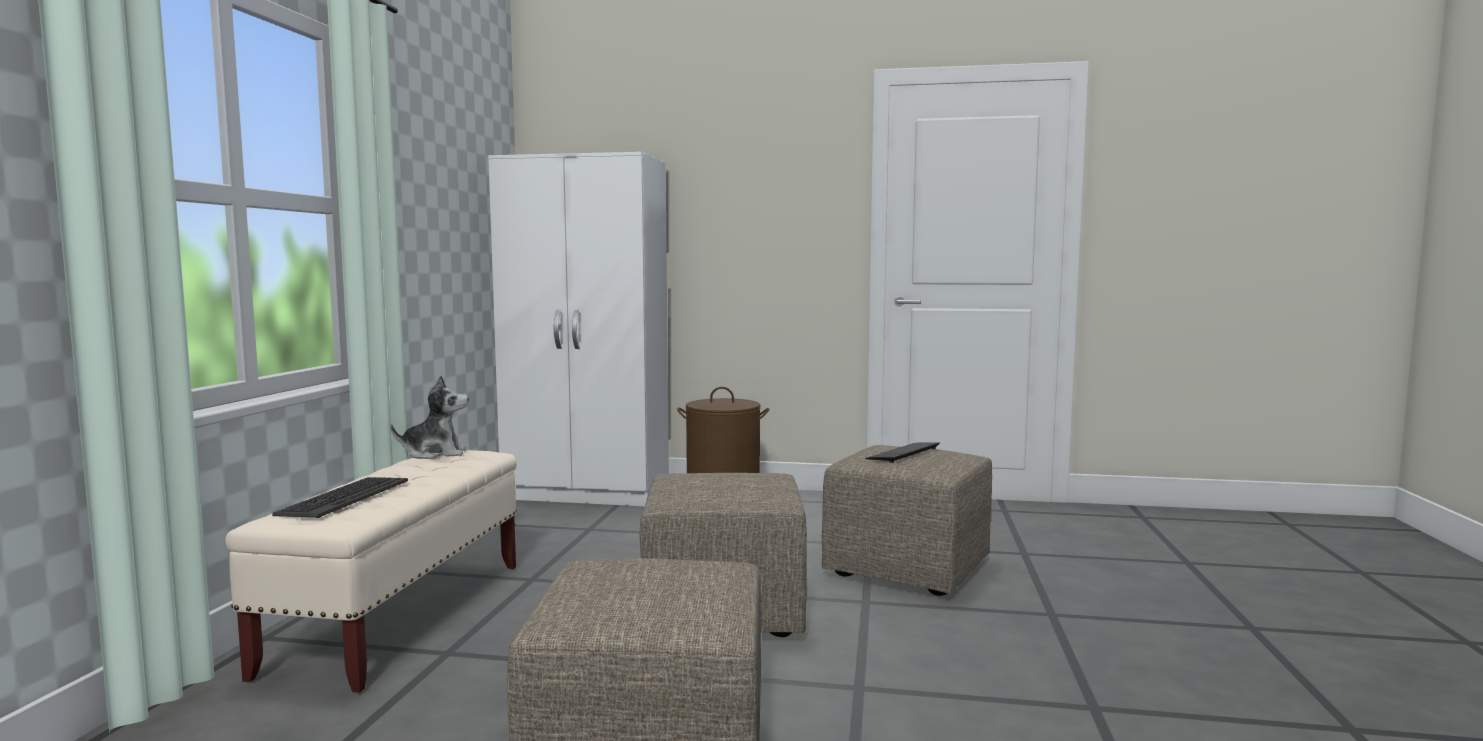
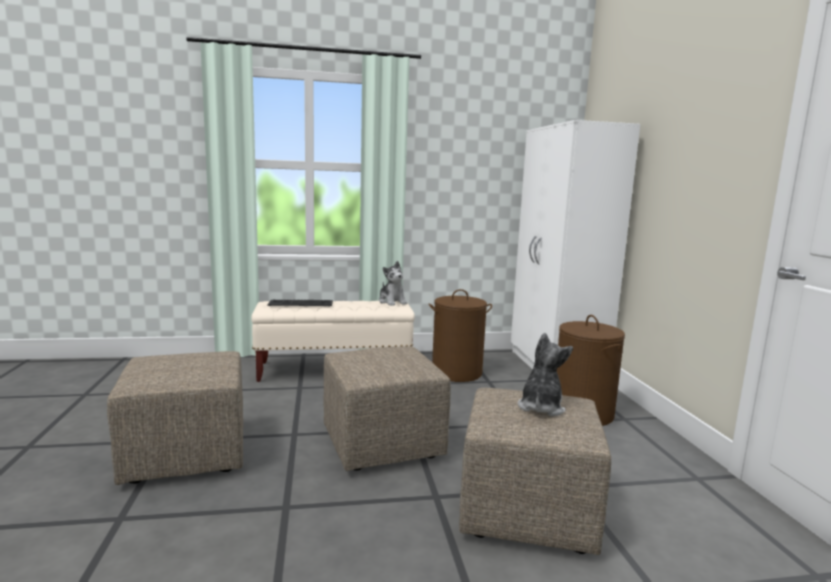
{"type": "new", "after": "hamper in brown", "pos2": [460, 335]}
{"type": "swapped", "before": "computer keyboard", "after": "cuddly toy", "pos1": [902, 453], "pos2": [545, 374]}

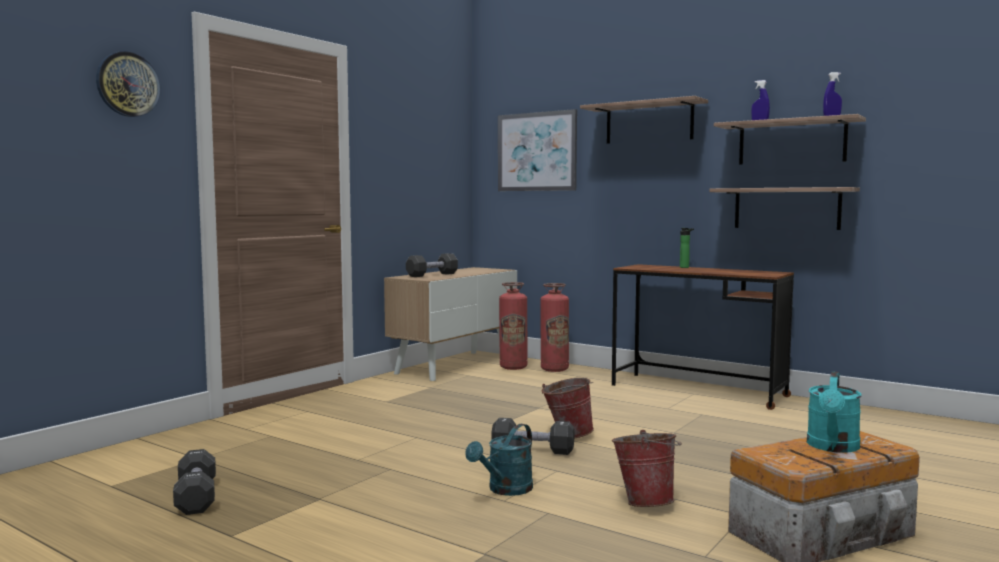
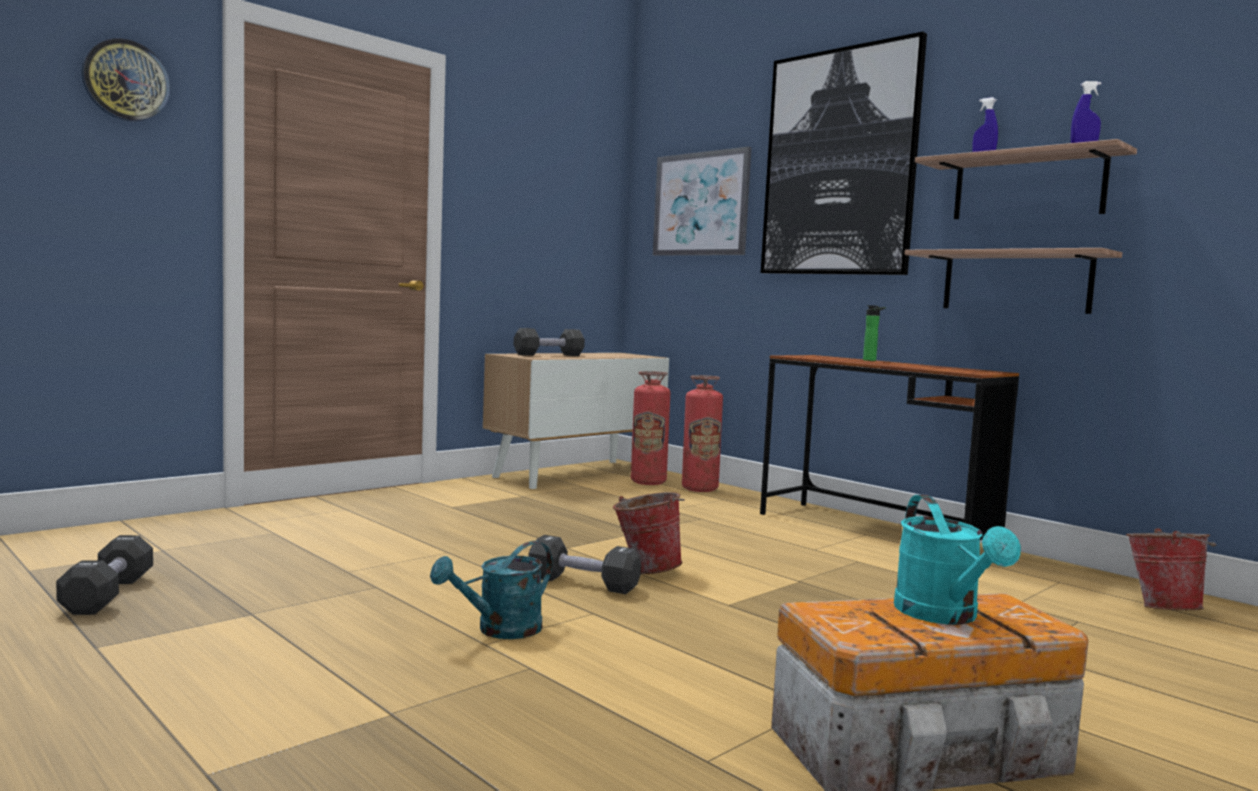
{"type": "swapped", "before": "shelf", "after": "picture", "pos1": [644, 120], "pos2": [844, 153]}
{"type": "rotated", "before": "sprinkling can in turquoise", "pos1": [834, 412], "pos2": [957, 560], "turn": -45}
{"type": "shifted", "before": "pail", "pos1": [647, 468], "pos2": [1171, 569]}

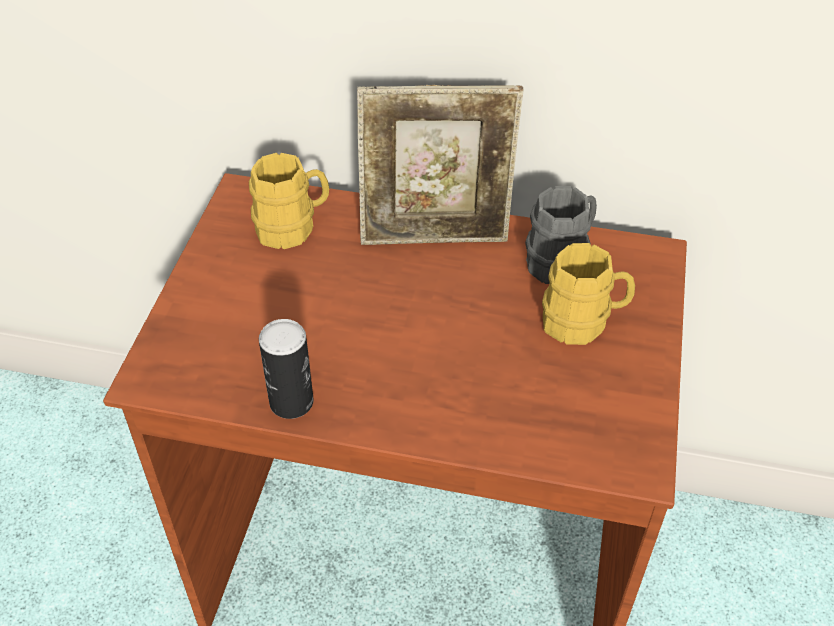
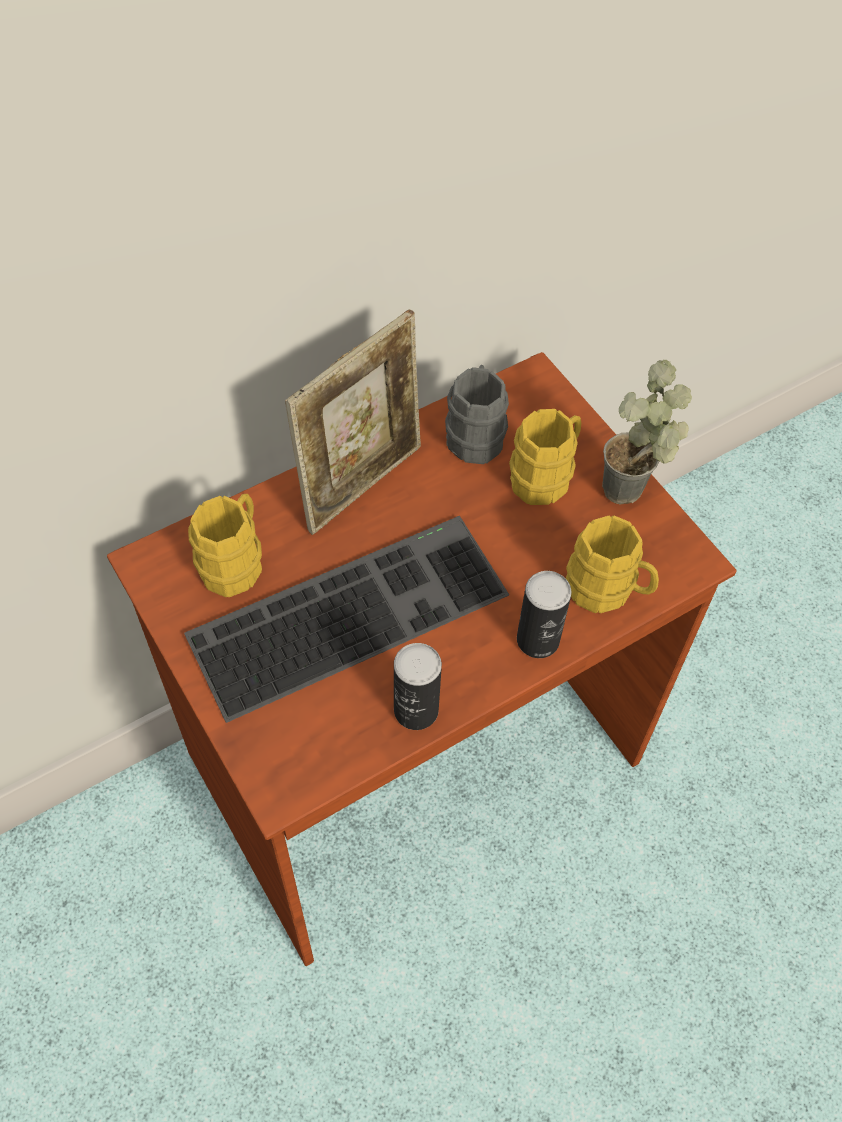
{"type": "new", "after": "computer keyboard", "pos2": [346, 619]}
{"type": "new", "after": "sealed can", "pos2": [544, 614]}
{"type": "new", "after": "coffee mug in yellowish", "pos2": [612, 564]}
{"type": "new", "after": "houseplant", "pos2": [647, 432]}

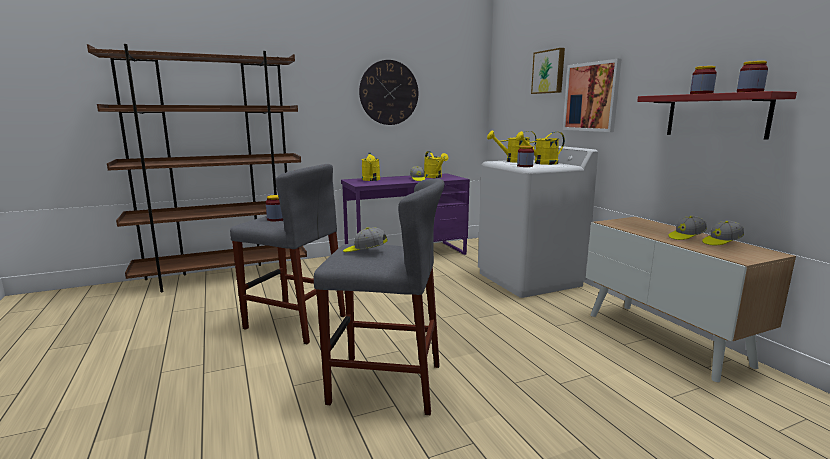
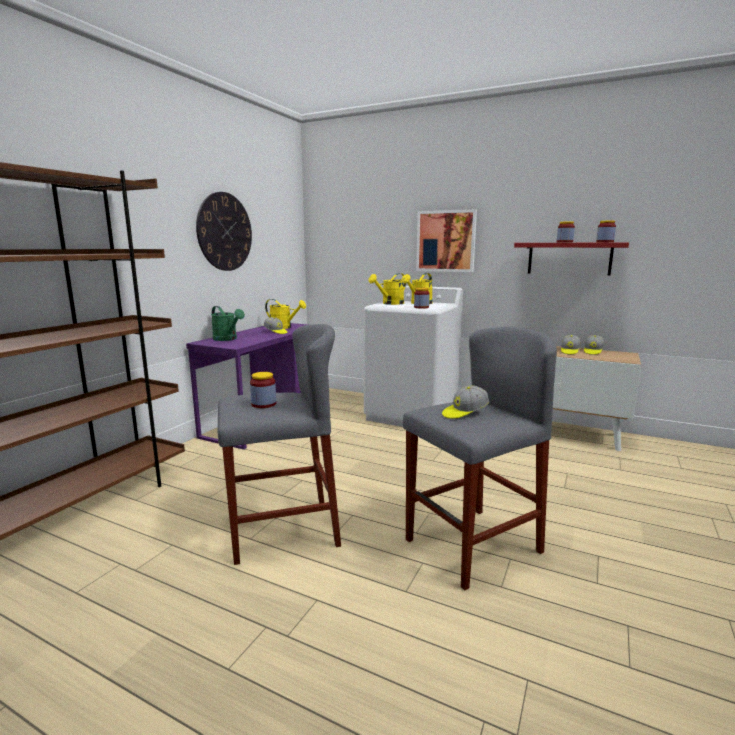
{"type": "repainted", "before": "sprinkling can in yellowish", "after": "sprinkling can in green", "pos1": [370, 167], "pos2": [228, 323]}
{"type": "gone", "before": "picture", "pos1": [548, 71]}

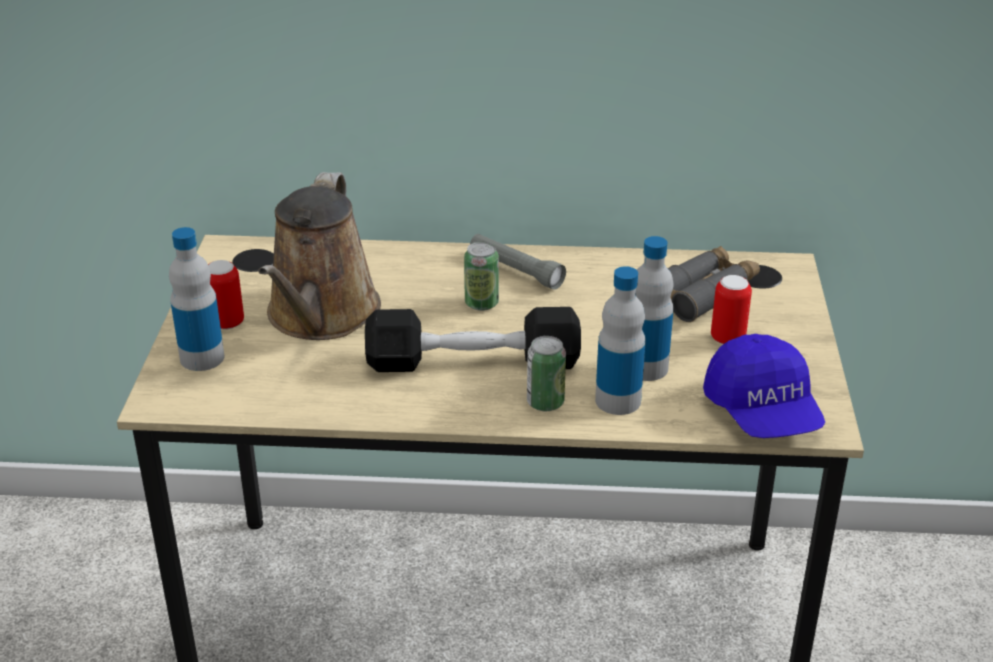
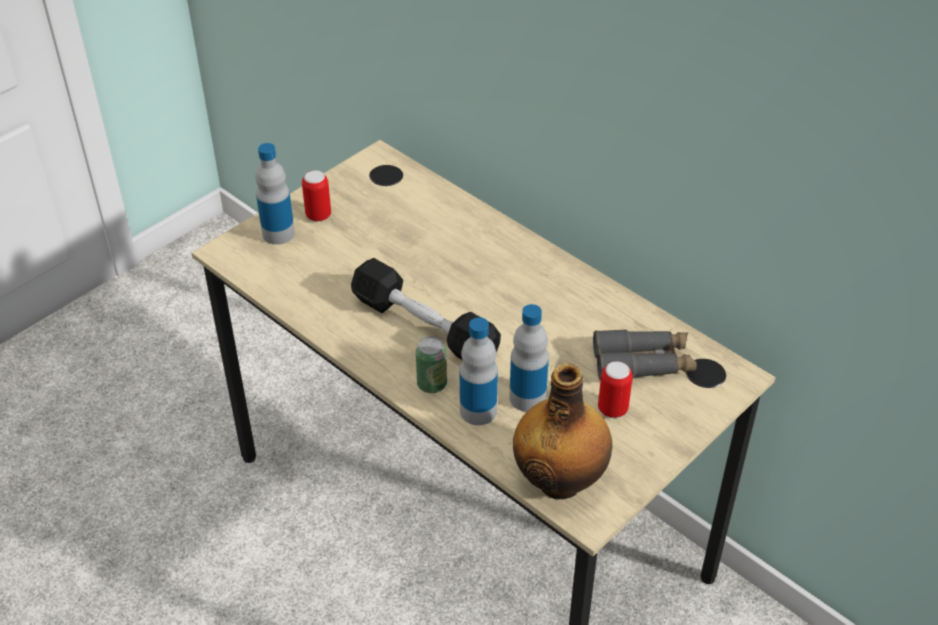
{"type": "swapped", "before": "peaked cap in blue-coloured", "after": "drink bottle", "pos1": [764, 386], "pos2": [562, 431]}
{"type": "gone", "before": "sprinkling can in brown", "pos1": [319, 256]}
{"type": "gone", "before": "sealed can", "pos1": [481, 276]}
{"type": "gone", "before": "flashlight in gray", "pos1": [518, 262]}

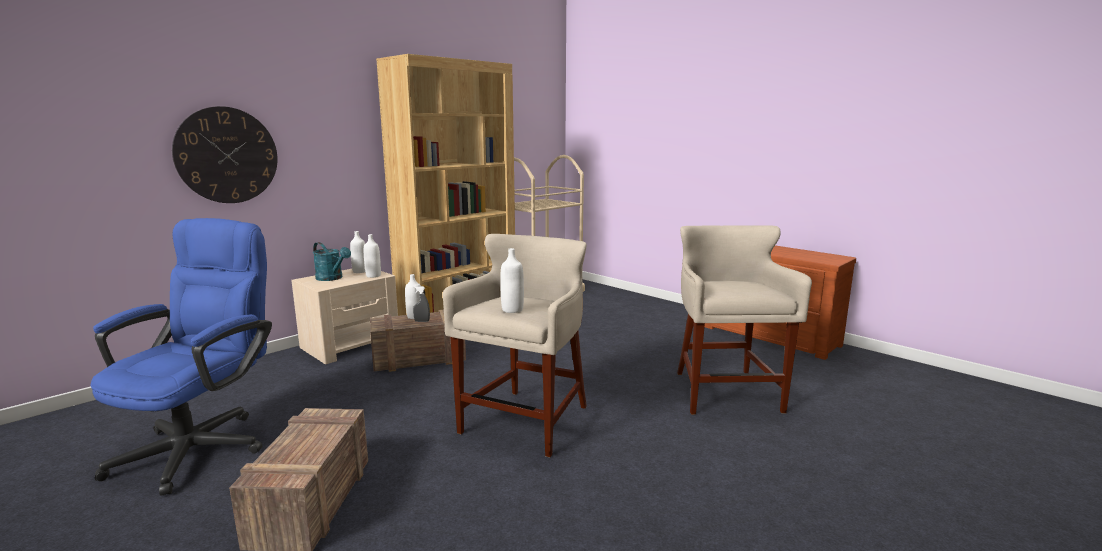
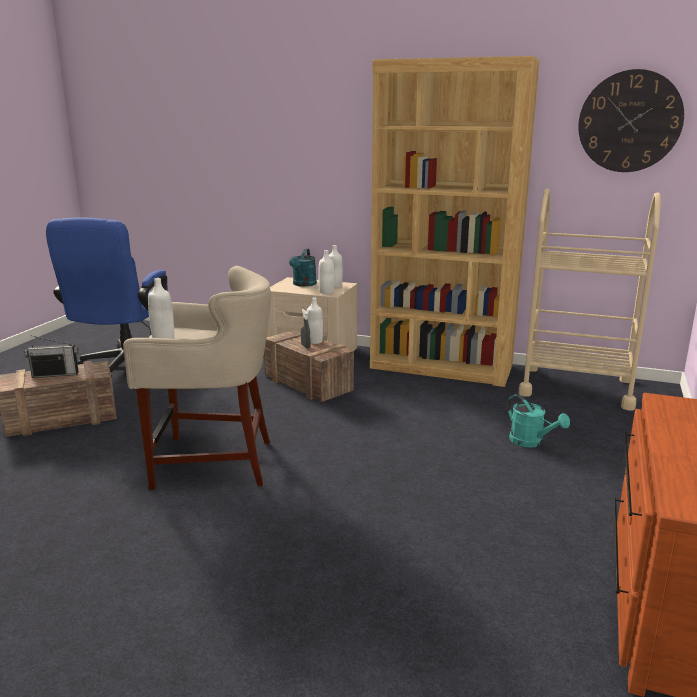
{"type": "new", "after": "radio receiver", "pos2": [51, 356]}
{"type": "rotated", "before": "office chair in blue-coloured", "pos1": [181, 356], "pos2": [107, 297], "turn": 105}
{"type": "new", "after": "sprinkling can in turquoise", "pos2": [538, 421]}
{"type": "shifted", "before": "wall clock", "pos1": [225, 154], "pos2": [631, 120]}
{"type": "gone", "before": "stool in beige", "pos1": [744, 320]}

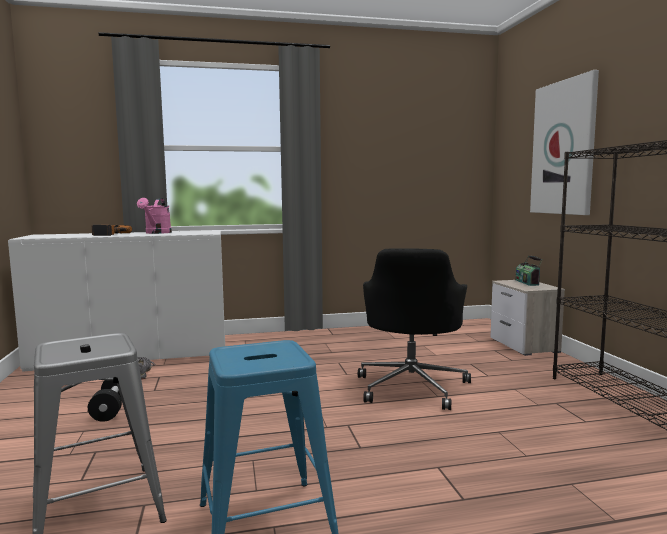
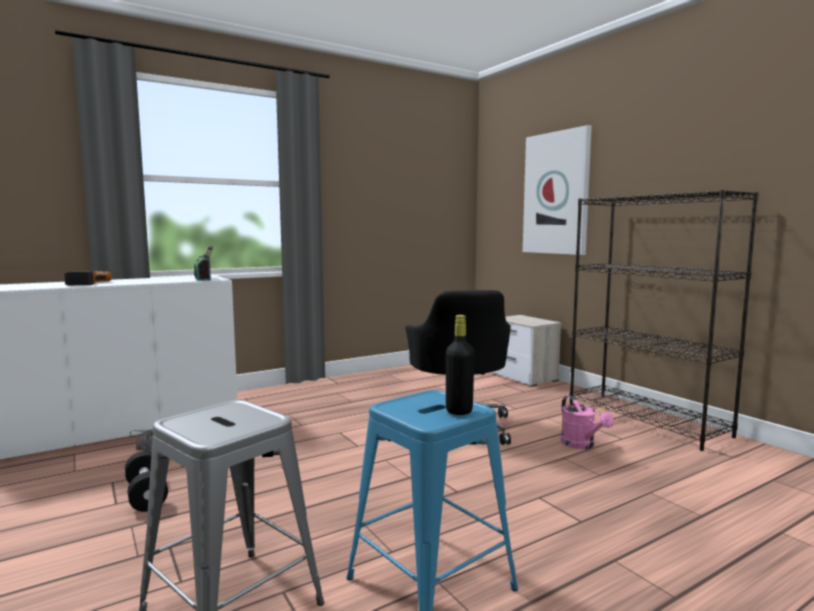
{"type": "shifted", "before": "radio receiver", "pos1": [529, 270], "pos2": [203, 263]}
{"type": "new", "after": "drink bottle in black", "pos2": [460, 365]}
{"type": "shifted", "before": "sprinkling can in pink", "pos1": [154, 216], "pos2": [587, 422]}

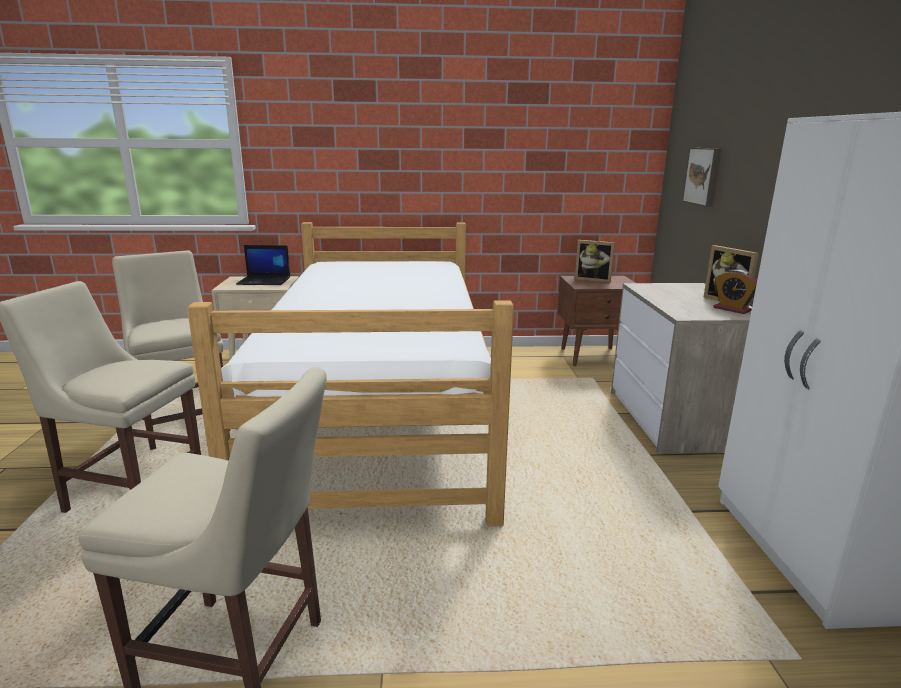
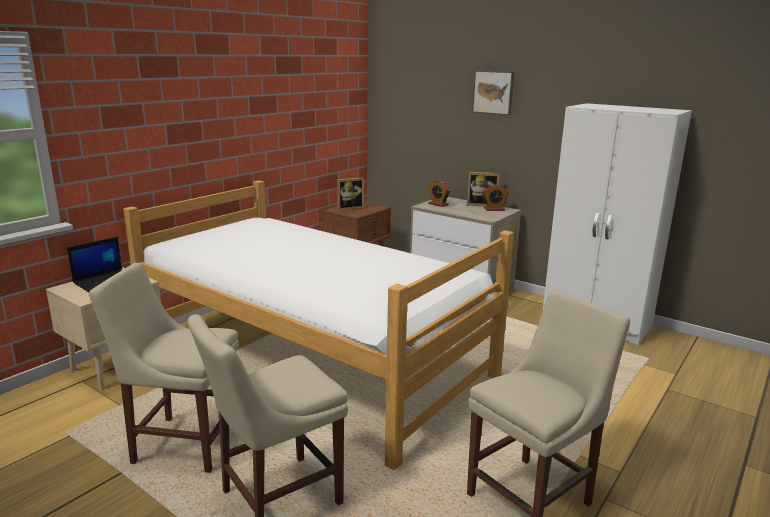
{"type": "new", "after": "table clock", "pos2": [439, 194]}
{"type": "shifted", "before": "picture", "pos1": [702, 177], "pos2": [493, 93]}

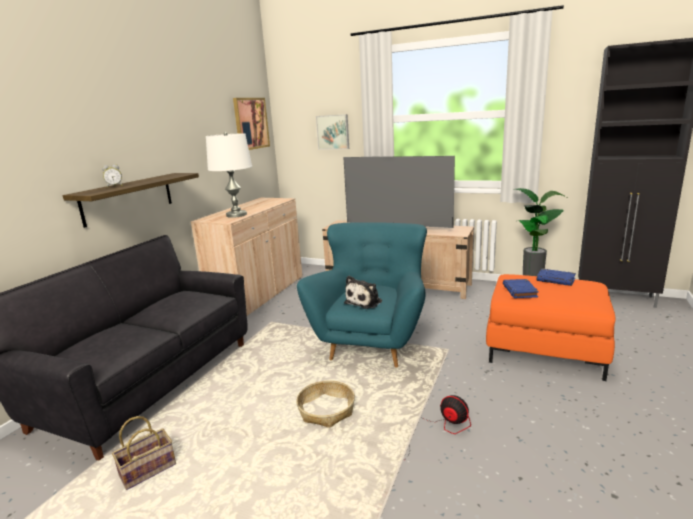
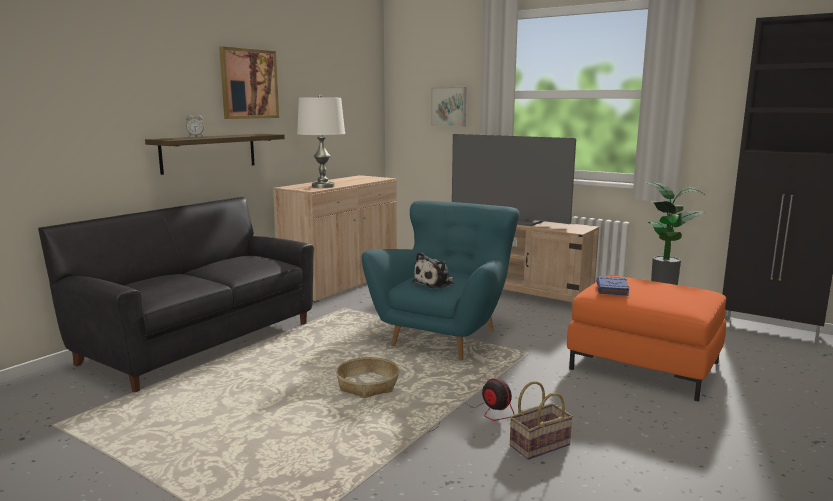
{"type": "shifted", "before": "picture", "pos1": [251, 124], "pos2": [249, 82]}
{"type": "shifted", "before": "household basket", "pos1": [144, 453], "pos2": [541, 420]}
{"type": "gone", "before": "bound book in blue-coloured", "pos1": [556, 277]}

